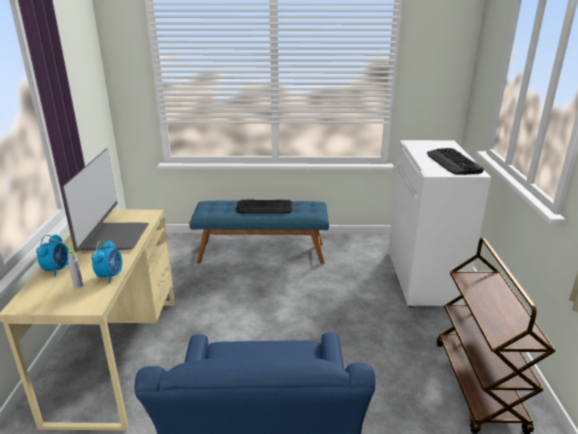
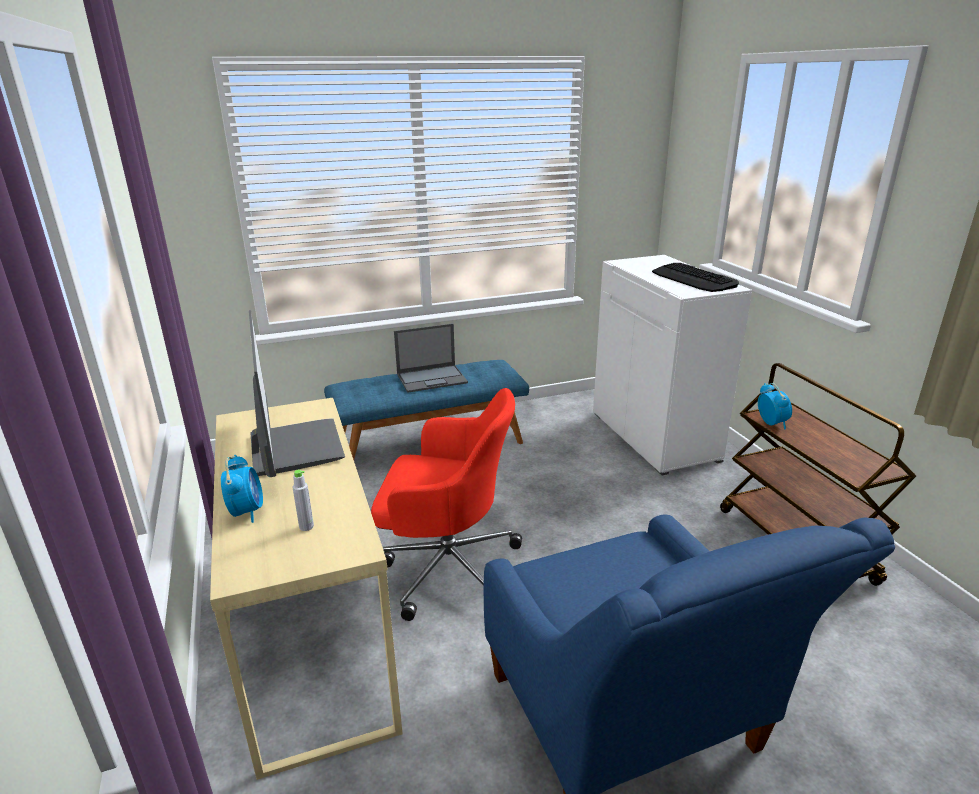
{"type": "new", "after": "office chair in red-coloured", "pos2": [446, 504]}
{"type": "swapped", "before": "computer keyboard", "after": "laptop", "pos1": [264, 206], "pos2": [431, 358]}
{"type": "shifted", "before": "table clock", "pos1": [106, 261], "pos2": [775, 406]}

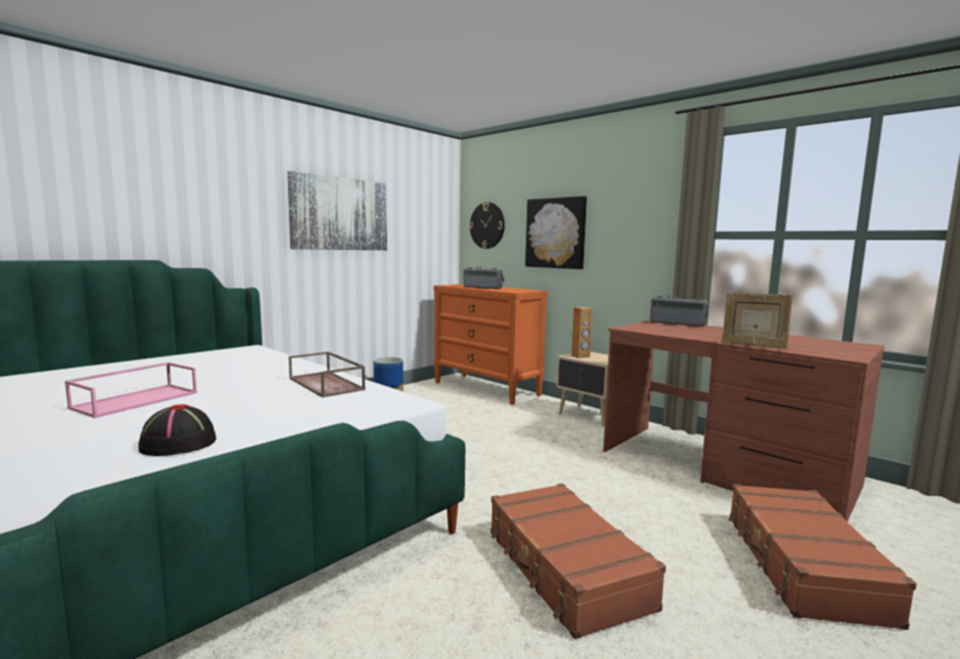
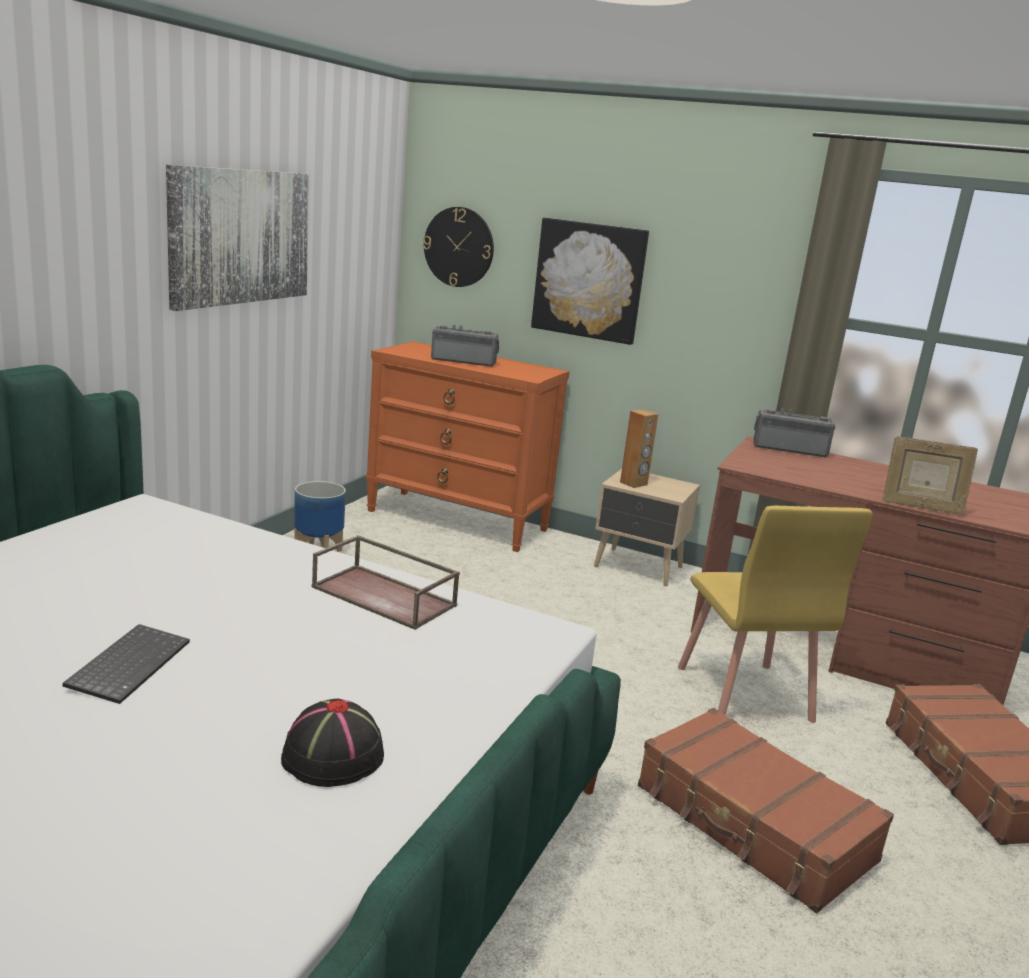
{"type": "swapped", "before": "serving tray in pink", "after": "computer keyboard", "pos1": [131, 390], "pos2": [126, 664]}
{"type": "new", "after": "upright chair in yellowish", "pos2": [775, 614]}

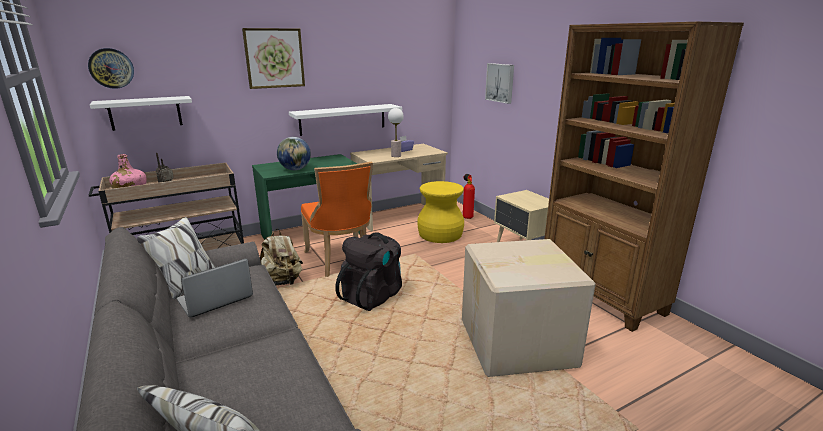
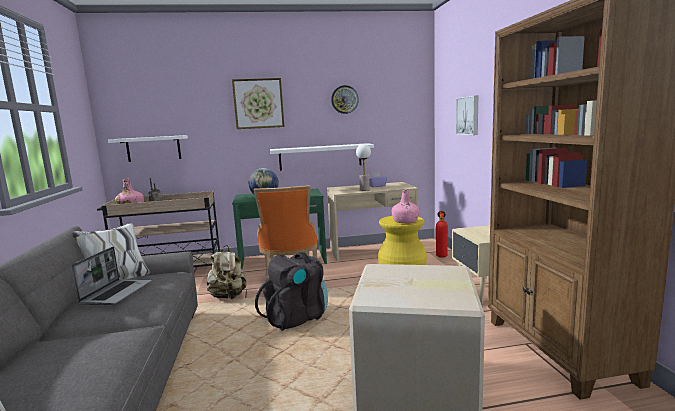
{"type": "rotated", "before": "laptop", "pos1": [215, 288], "pos2": [111, 276], "turn": 120}
{"type": "shifted", "before": "wall clock", "pos1": [111, 68], "pos2": [345, 99]}
{"type": "new", "after": "drink bottle in pink", "pos2": [406, 206]}

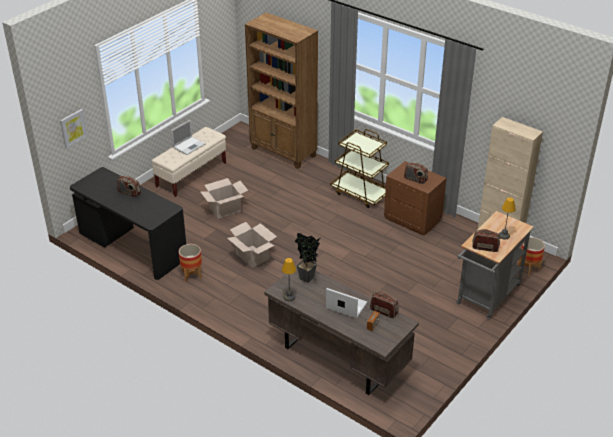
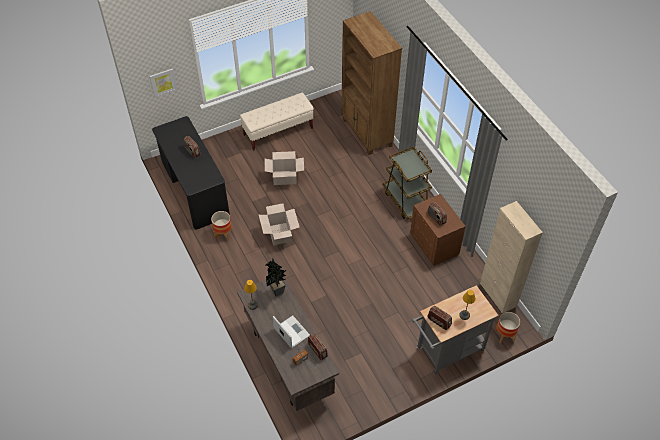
{"type": "gone", "before": "laptop", "pos1": [188, 137]}

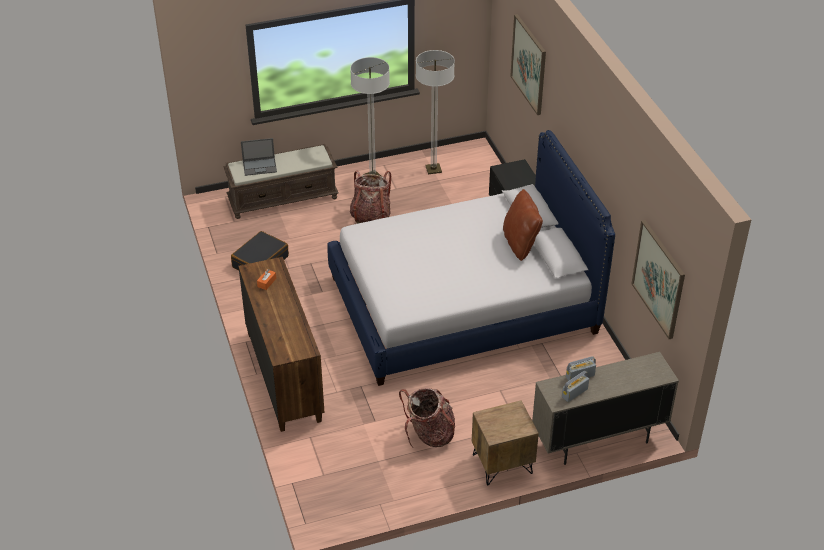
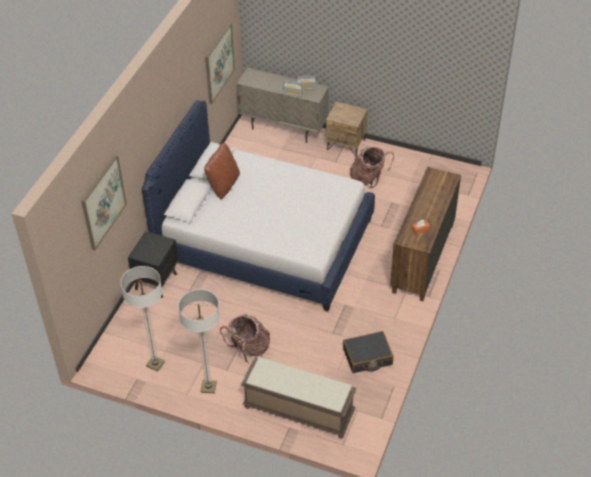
{"type": "gone", "before": "laptop", "pos1": [259, 157]}

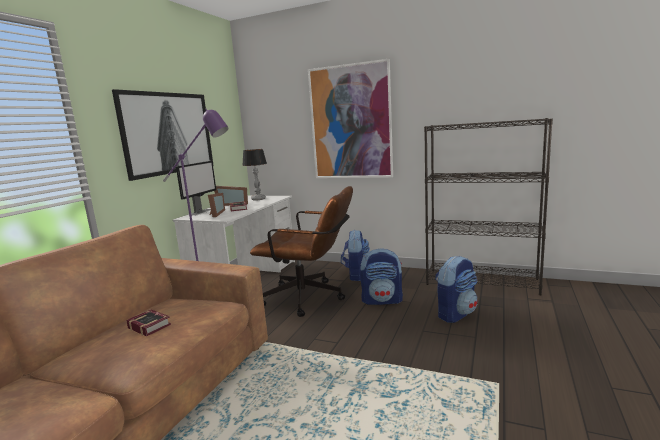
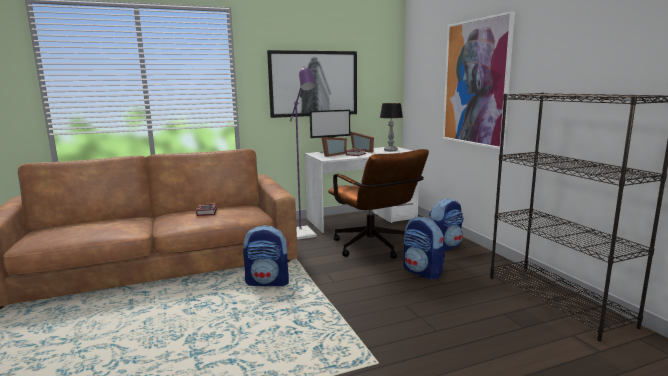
{"type": "shifted", "before": "rucksack", "pos1": [456, 289], "pos2": [266, 255]}

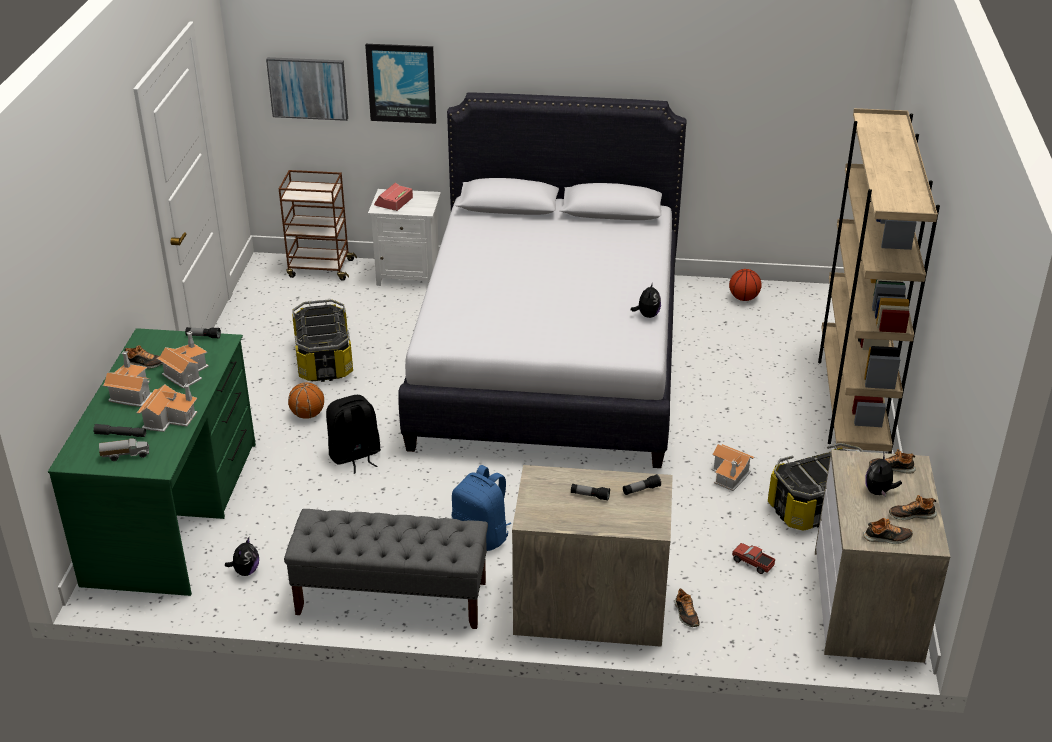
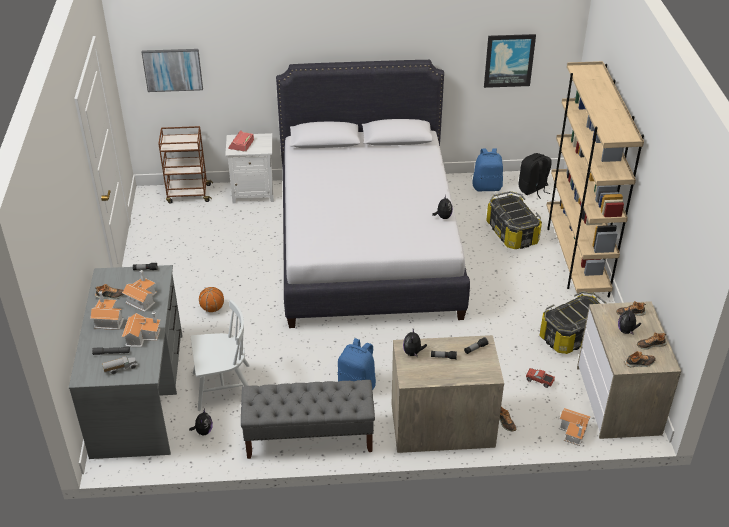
{"type": "repainted", "before": "desk in green", "after": "desk in gray", "pos1": [152, 462], "pos2": [126, 362]}
{"type": "new", "after": "upright chair in white", "pos2": [220, 355]}
{"type": "new", "after": "cuddly toy", "pos2": [415, 343]}
{"type": "swapped", "before": "basketball", "after": "rucksack in blue-coloured", "pos1": [745, 285], "pos2": [487, 169]}
{"type": "shifted", "before": "picture", "pos1": [400, 84], "pos2": [510, 61]}
{"type": "shifted", "before": "storage container", "pos1": [322, 340], "pos2": [514, 220]}
{"type": "shifted", "before": "rucksack in black", "pos1": [353, 434], "pos2": [535, 176]}
{"type": "shifted", "before": "toy house", "pos1": [733, 467], "pos2": [575, 427]}

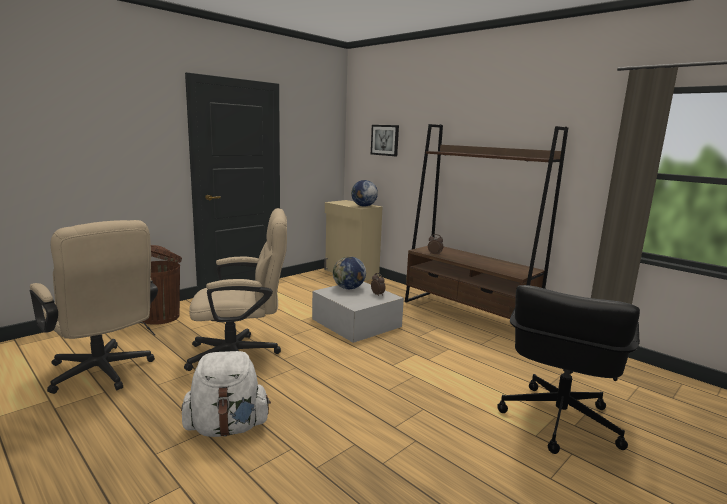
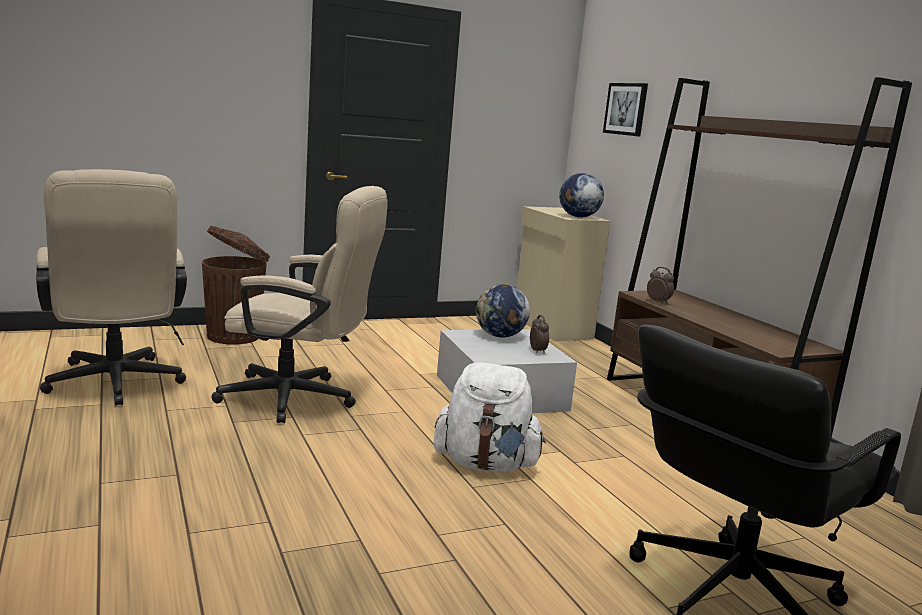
{"type": "shifted", "before": "rucksack in white", "pos1": [226, 394], "pos2": [490, 416]}

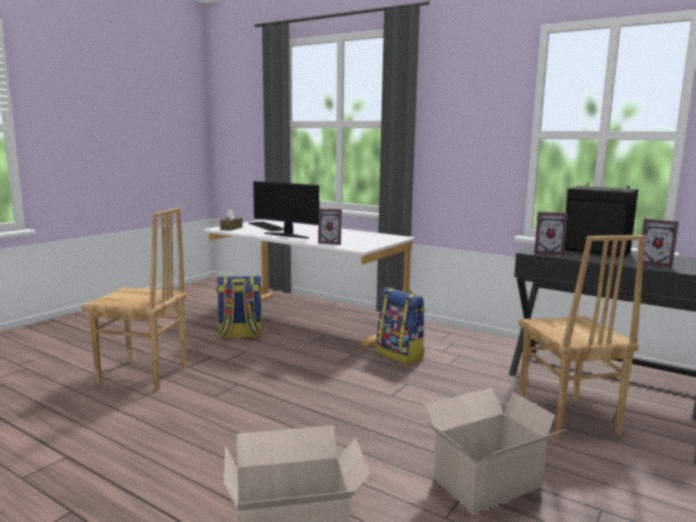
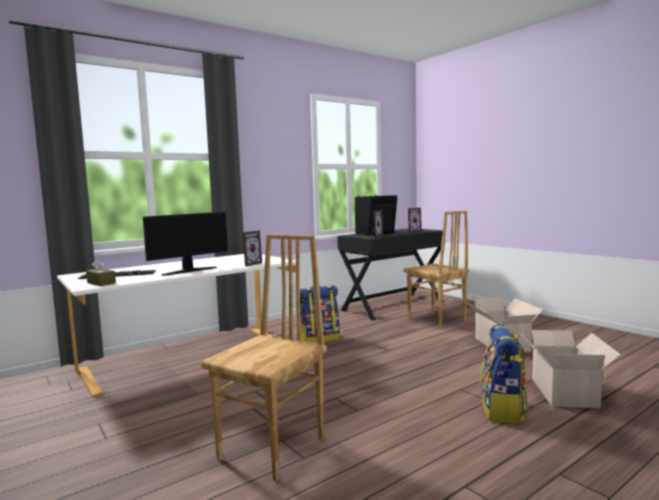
{"type": "rotated", "before": "upright chair in brown", "pos1": [582, 338], "pos2": [436, 269], "turn": 45}
{"type": "shifted", "before": "rucksack", "pos1": [239, 307], "pos2": [504, 373]}

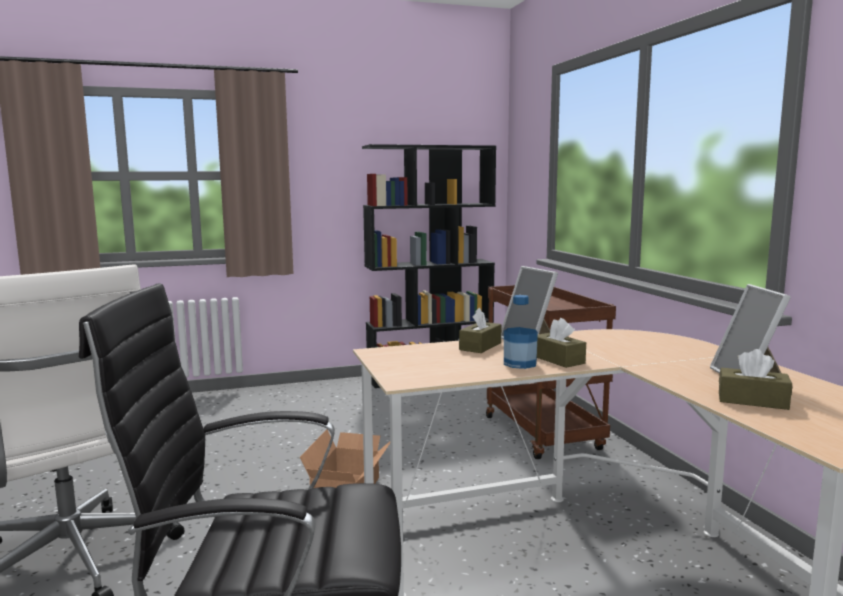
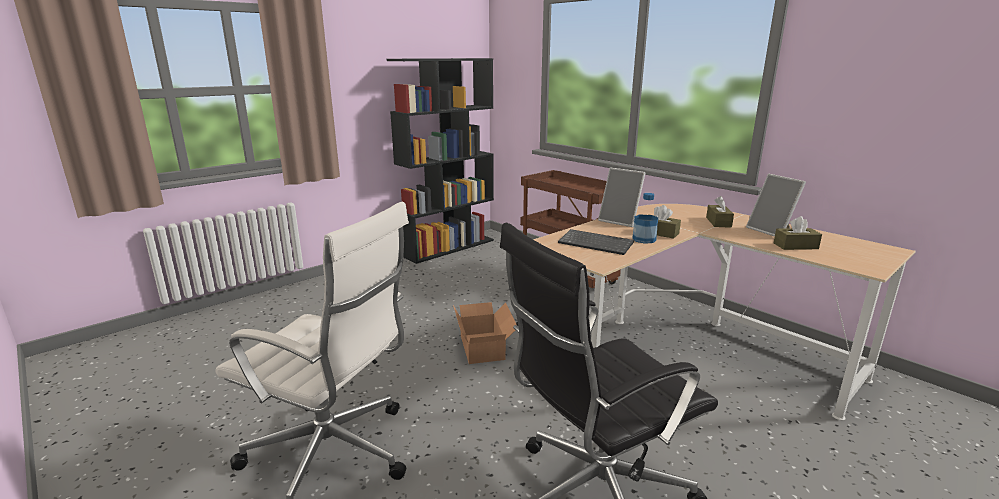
{"type": "new", "after": "computer keyboard", "pos2": [596, 242]}
{"type": "shifted", "before": "box of tissues in brown", "pos1": [480, 330], "pos2": [720, 212]}

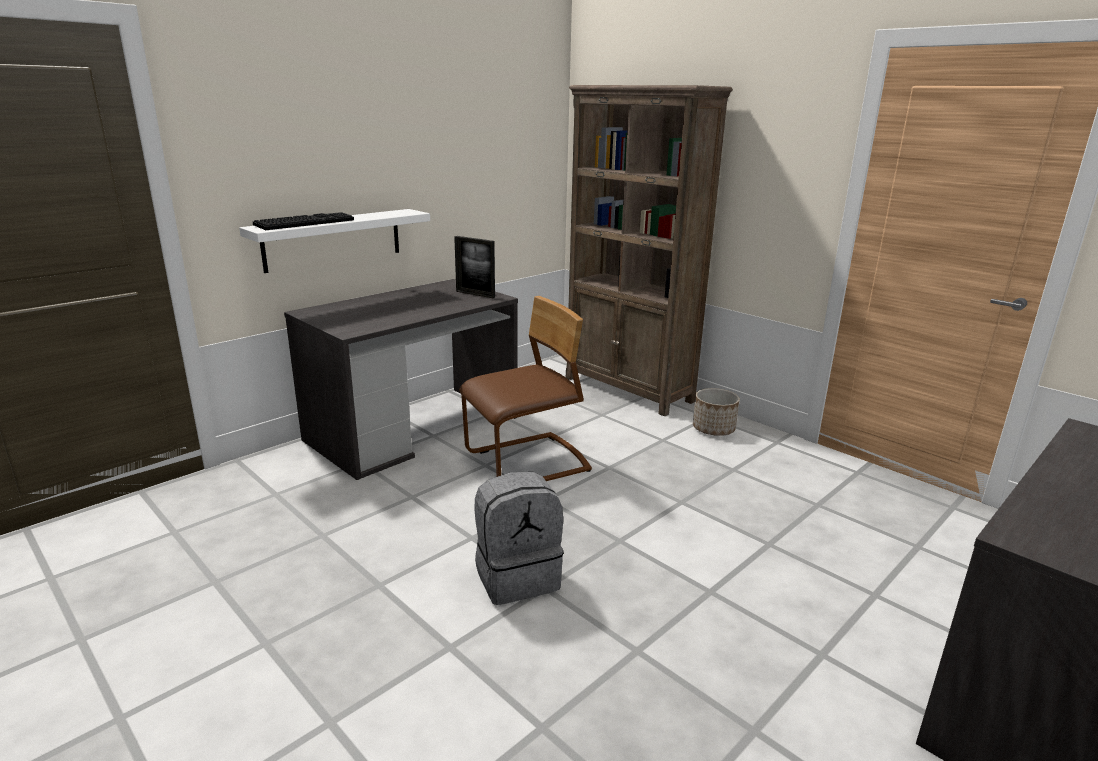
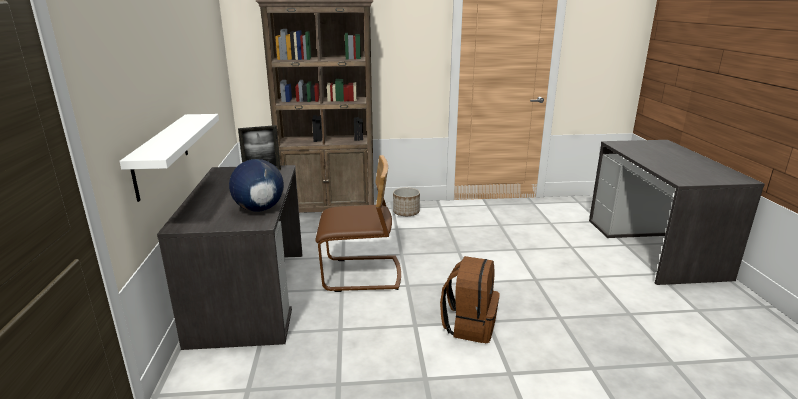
{"type": "new", "after": "desk globe", "pos2": [256, 185]}
{"type": "rotated", "before": "upright chair in brown", "pos1": [525, 388], "pos2": [358, 223], "turn": 75}
{"type": "repainted", "before": "rucksack in gray", "after": "rucksack in brown", "pos1": [519, 538], "pos2": [469, 299]}
{"type": "gone", "before": "computer keyboard", "pos1": [303, 221]}

